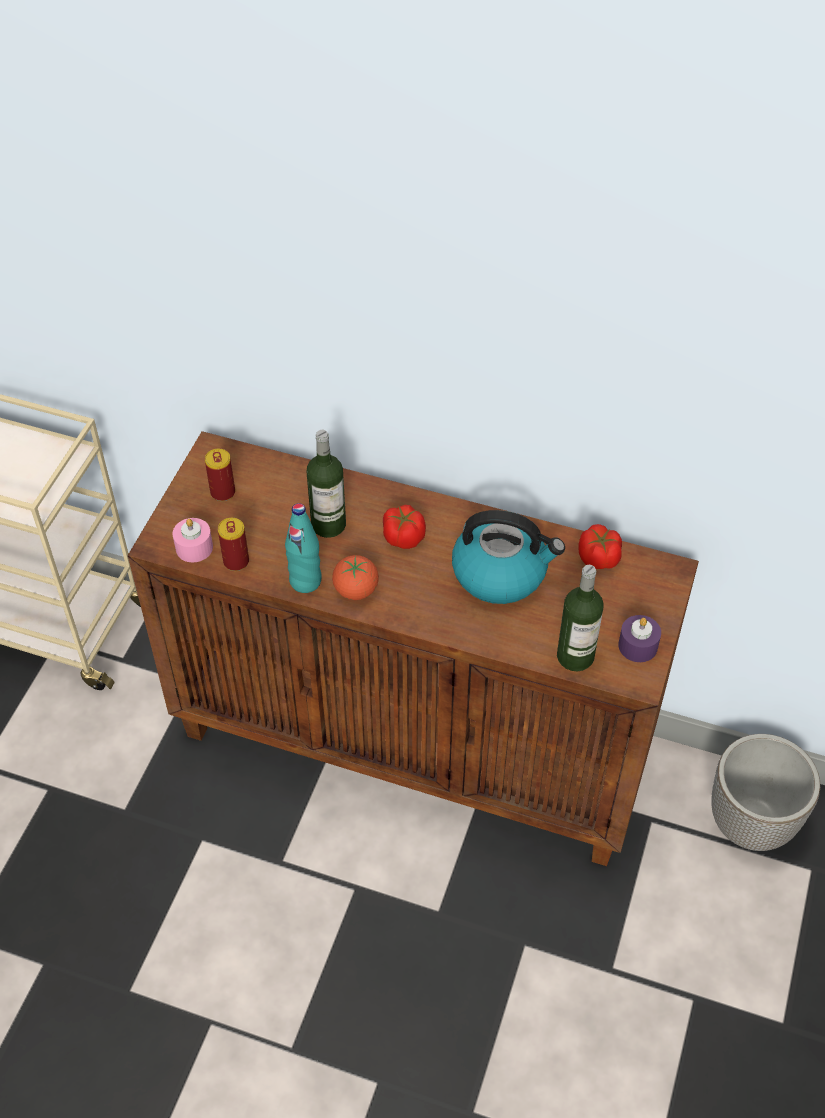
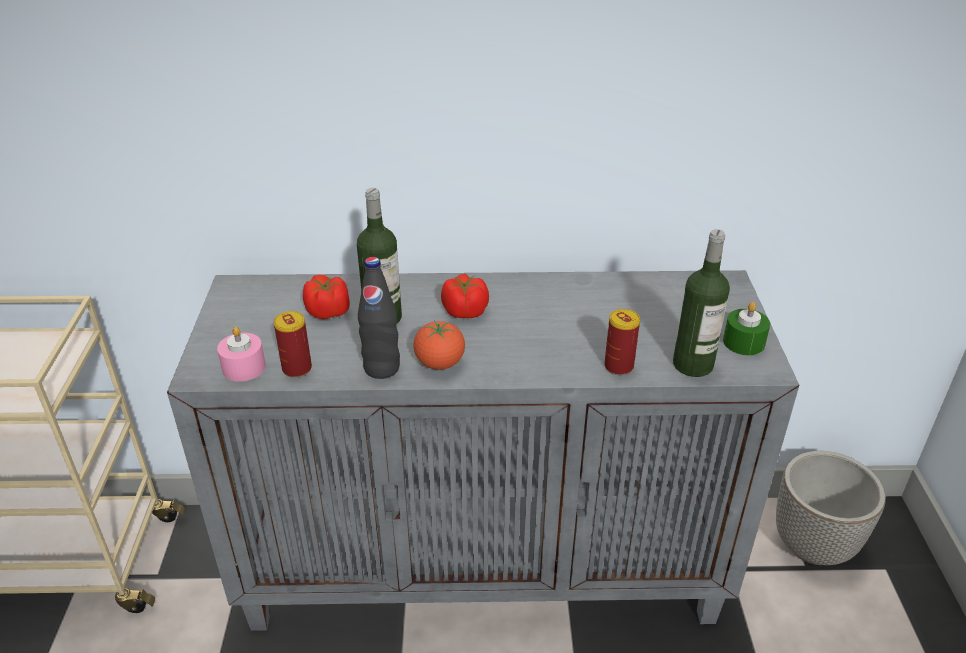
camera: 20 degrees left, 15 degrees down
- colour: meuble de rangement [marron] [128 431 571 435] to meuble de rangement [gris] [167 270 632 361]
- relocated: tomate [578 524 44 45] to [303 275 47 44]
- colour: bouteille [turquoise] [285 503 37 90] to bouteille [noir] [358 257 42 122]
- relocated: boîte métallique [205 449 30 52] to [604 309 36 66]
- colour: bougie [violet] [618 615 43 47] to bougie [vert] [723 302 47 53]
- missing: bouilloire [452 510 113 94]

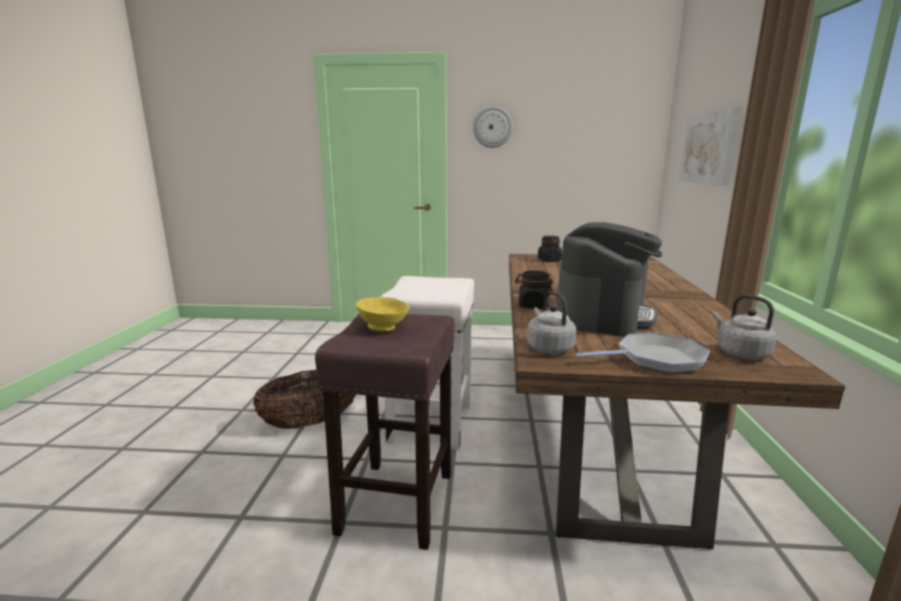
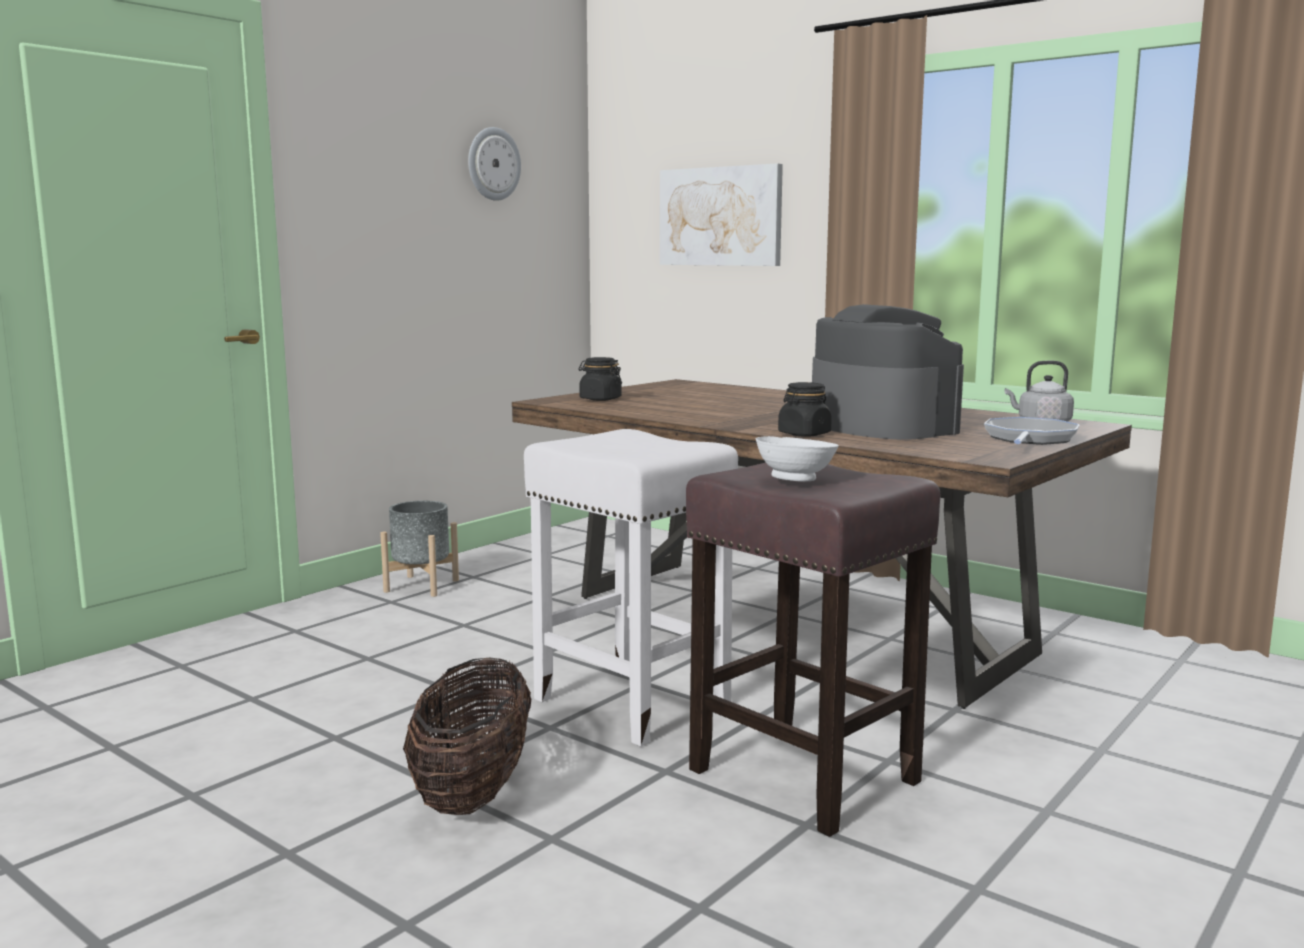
camera: 55 degrees left, 5 degrees down
- appeared: cache-pot [gris] [380 501 79 96]
- relocated: horloge murale [473 106 40 42] to [468 127 53 74]
- colour: bol [jaune] [356 297 53 35] to bol [blanc] [756 436 83 46]
- missing: bouilloire [gris] [527 291 49 63]

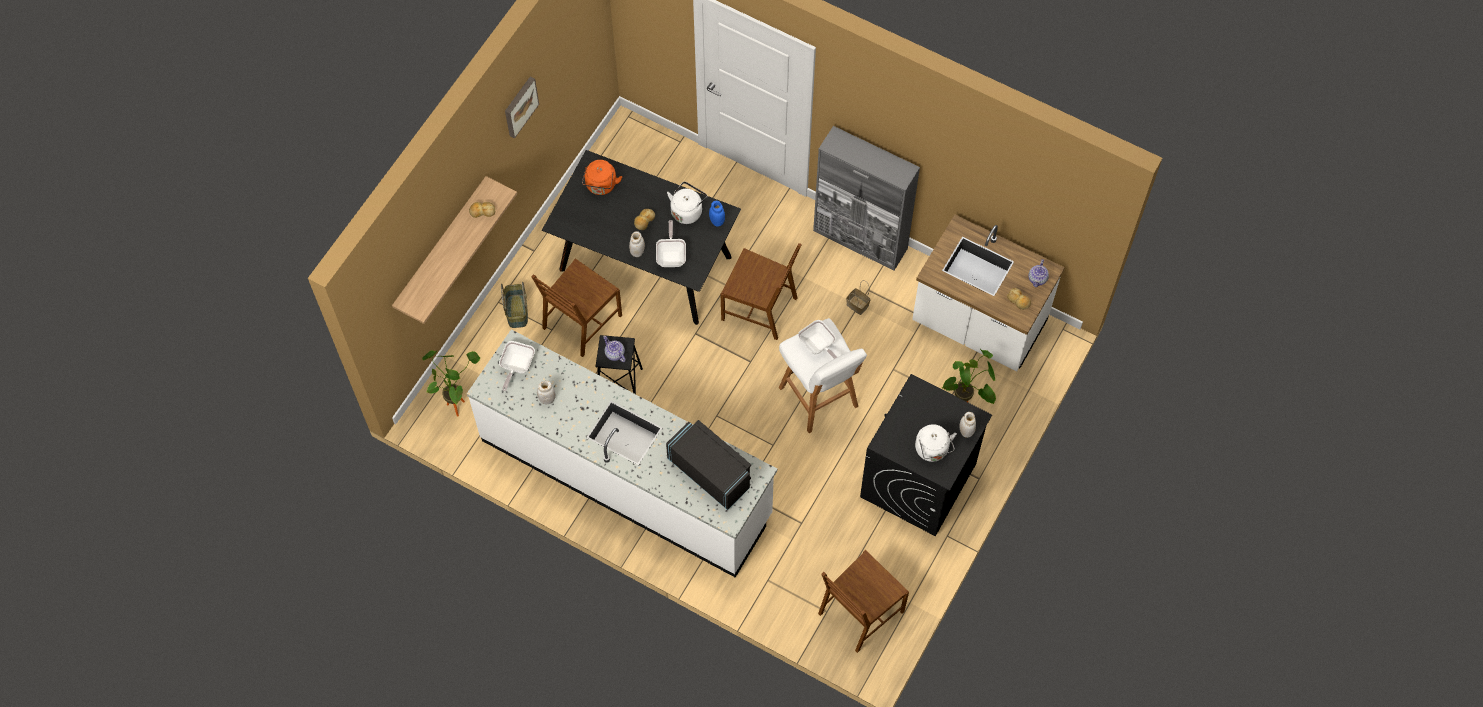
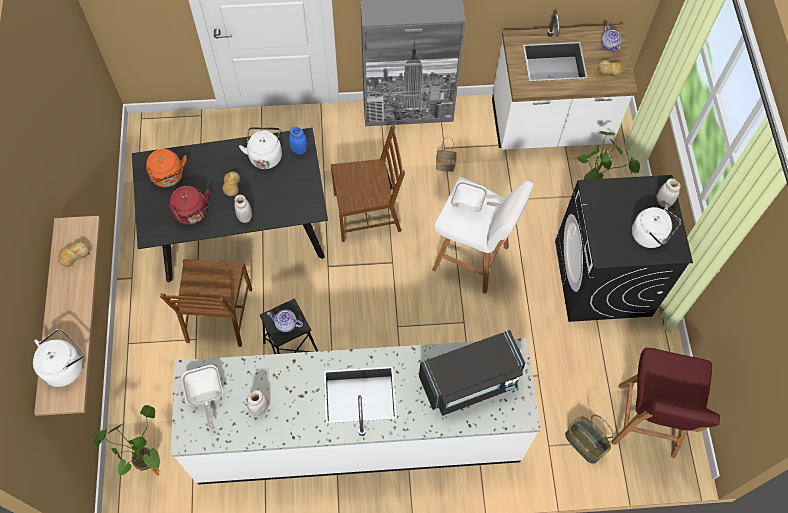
camera: 35 degrees left, 0 degrees up
- appeared: bouilloire [blanc] [33 329 51 58]
- appeared: bouilloire [rouge] [169 186 40 39]
- spun: micro-ondes [noir] [666 420 85 90] = [419 330 107 86] 150 degrees clockwise
- relocated: panier [501 282 27 46] to [565 415 49 49]
- exchanged: chaise [marron] [818 550 91 103] to tabouret [rouge] [611 348 109 110]
- missing: tableau [505 76 34 63]
- missing: poêle [656 220 30 47]

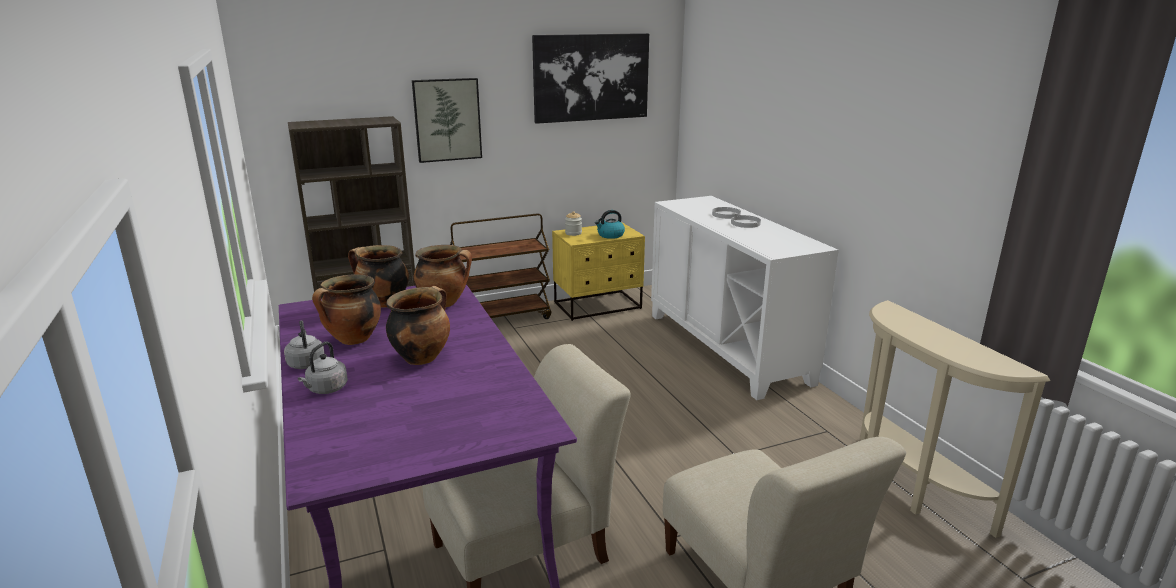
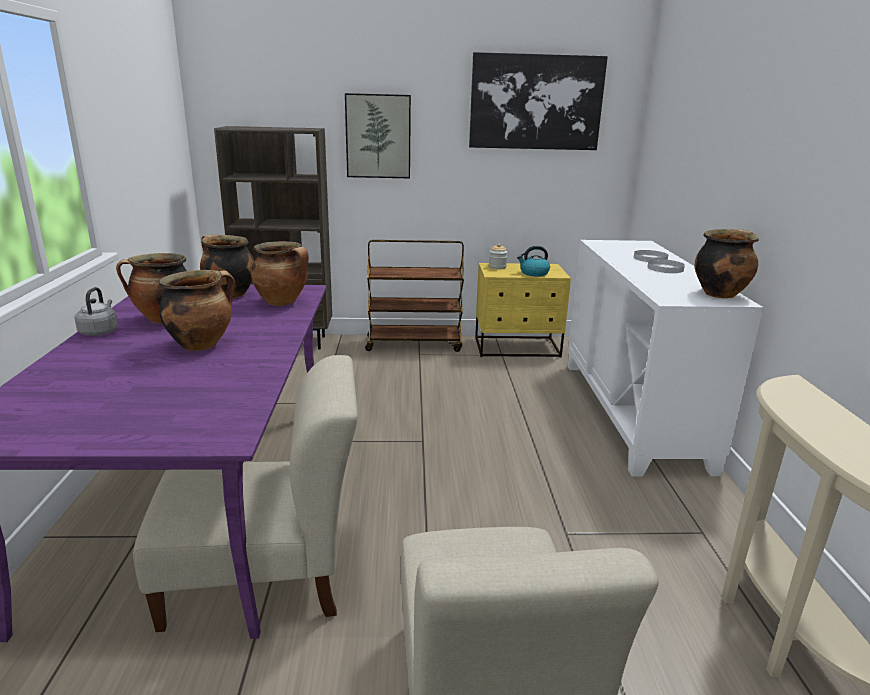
camera: 20 degrees right, 0 degrees up
- appeared: marmite [695 229 63 69]
- missing: bouilloire [gris] [298 342 50 52]

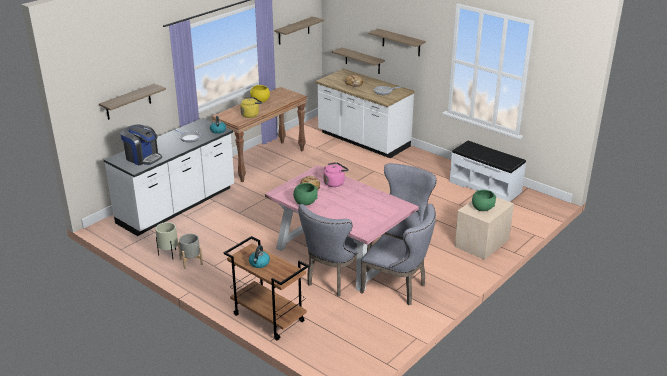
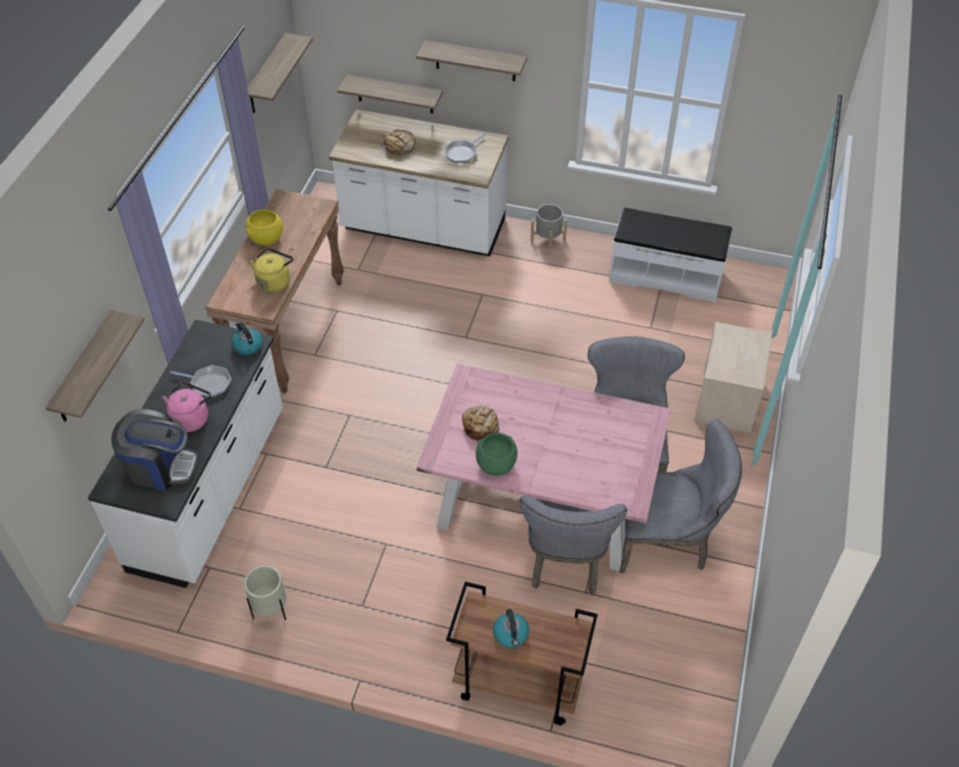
camera: 25 degrees left, 20 degrees up
- relocated: bouilloire [rose] [323 162 26 25] to [163 382 48 50]
- relocated: cache-pot [gris] [178 234 25 35] to [531 204 36 49]
- missing: bol [vert] [472 190 24 21]

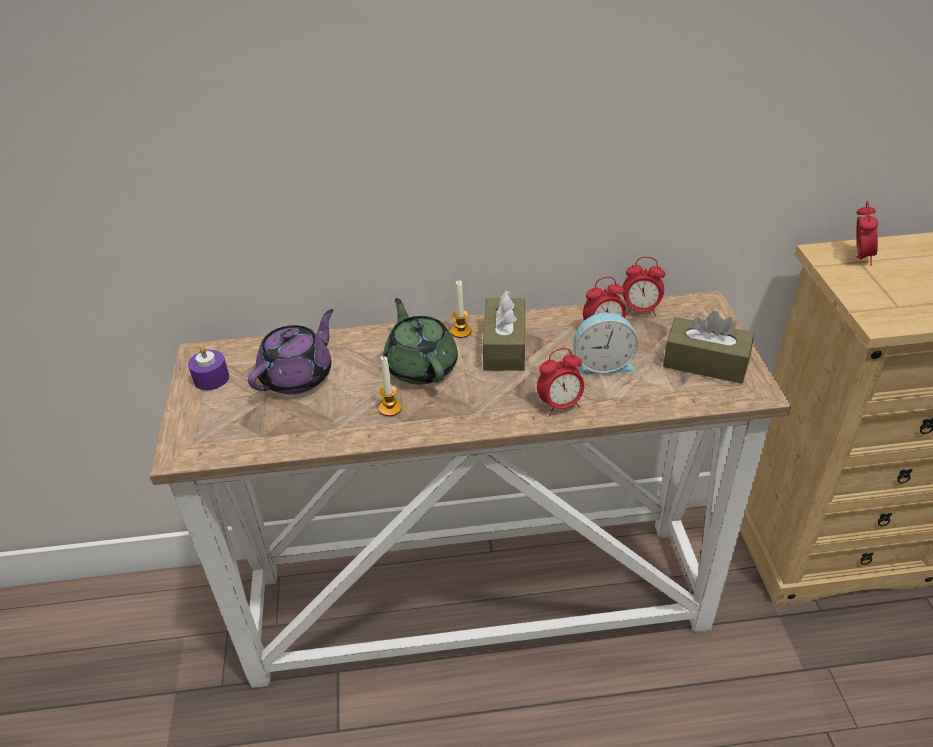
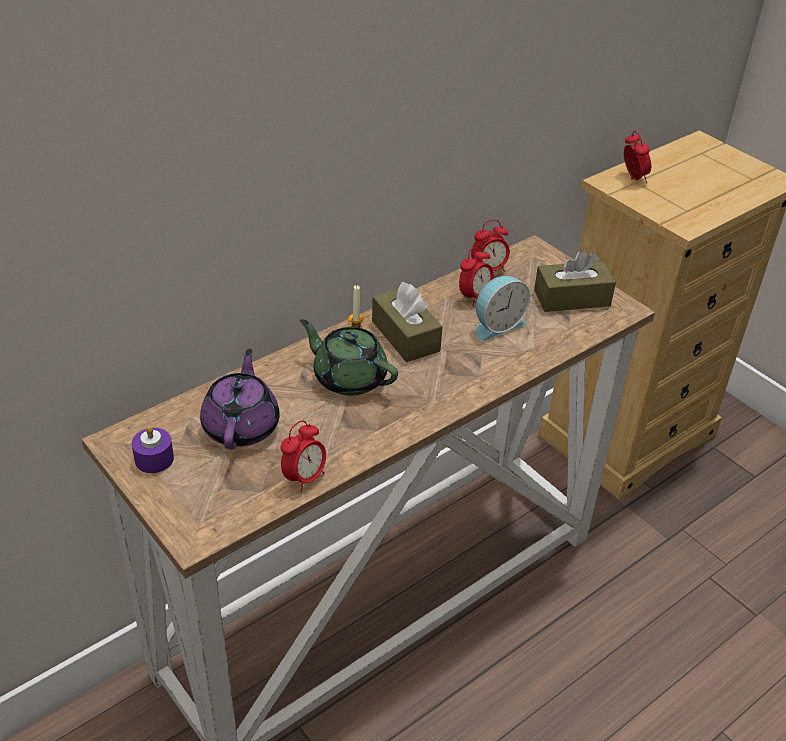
camera: 35 degrees left, 0 degrees up
- relocated: réveil [537 348 47 68] to [281 420 45 72]
- missing: bougie [379 356 23 60]

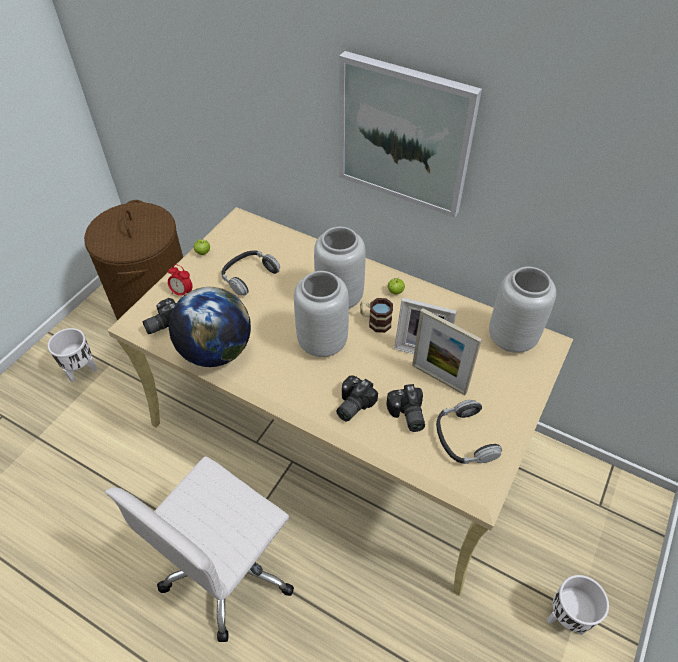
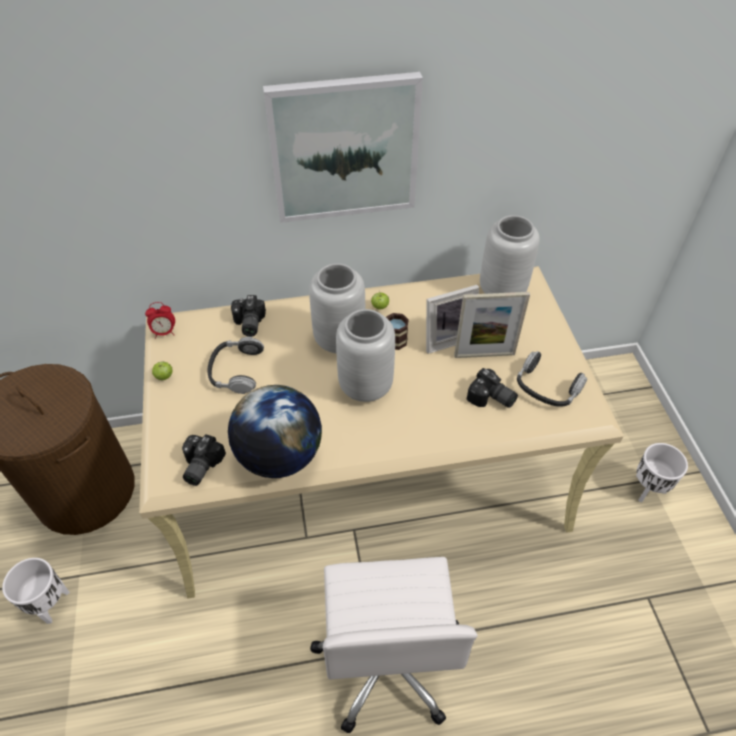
camera: 40 degrees left, 0 degrees up
- relocated: réveil [168 264 25 32] to [145 302 30 37]
- relocated: appareil photo [336 376 42 46] to [231 295 35 42]

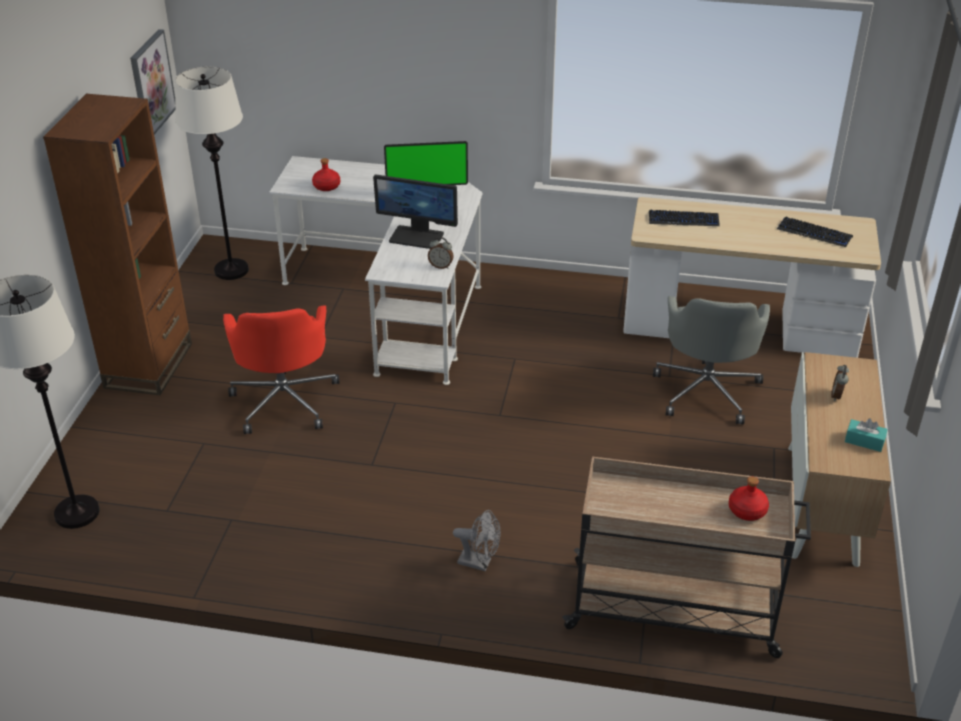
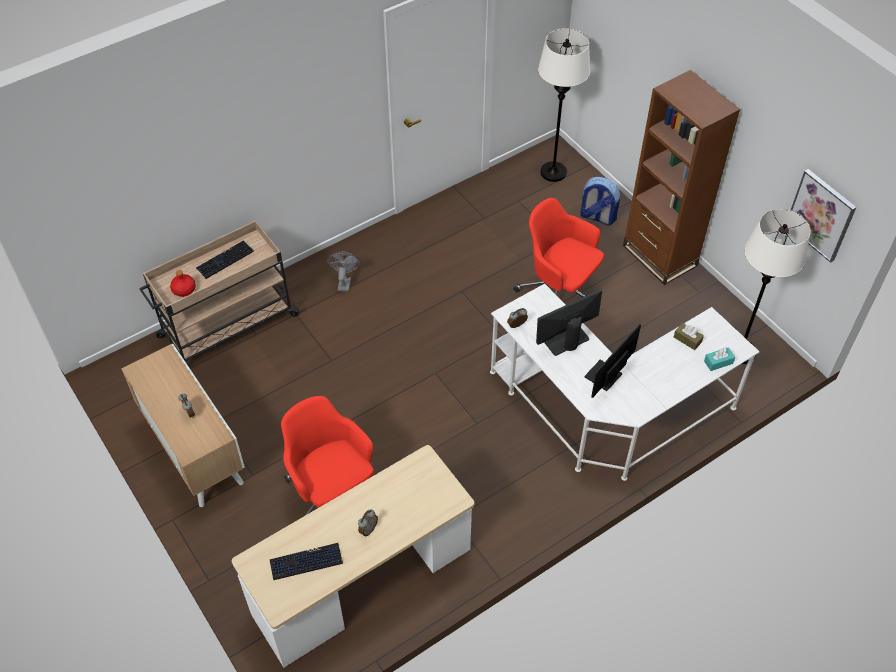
camera: 135 degrees right, 15 degrees up
- relocated: clavier [649 210 71 16] to [196 241 58 38]
- colour: chaise de bureau [gris] [653 296 117 129] to chaise de bureau [rouge] [281 396 95 119]
- spun: ventilateur [gris] [453 510 47 61] = [327 252 33 40] 120 degrees clockwise
- appeared: réveil [358 510 20 26]
- appeared: sac à dos [580 177 40 49]
- exchanged: bouteille [rouge] [312 158 28 33] to boîte à mouchoirs [marron] [674 323 30 27]
- relocated: boîte à mouchoirs [turquoise] [845 419 43 33] to [704 347 31 24]

